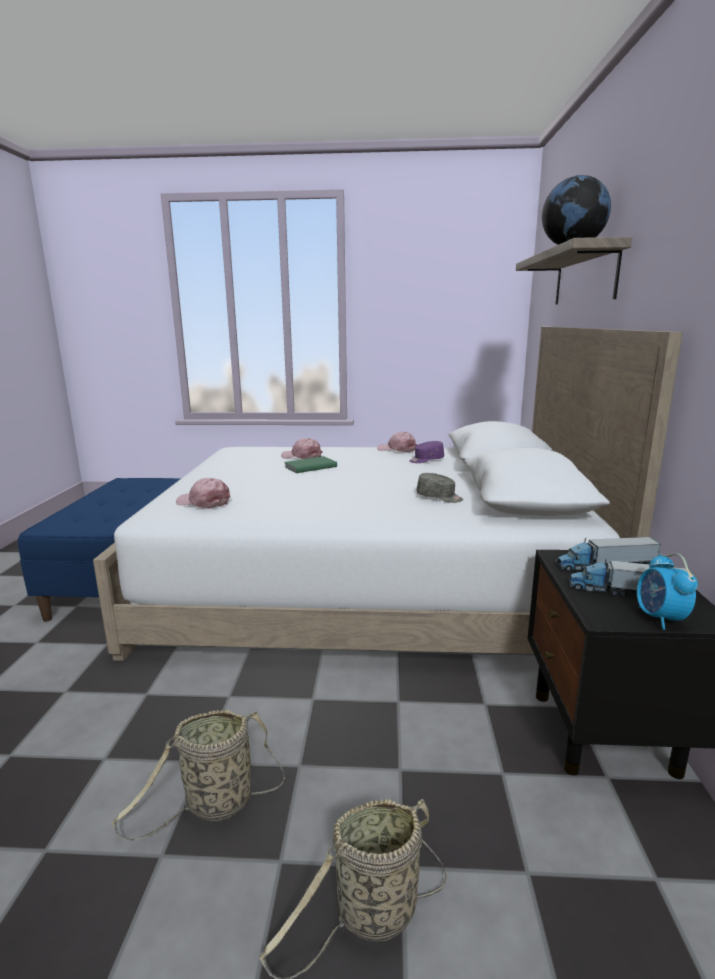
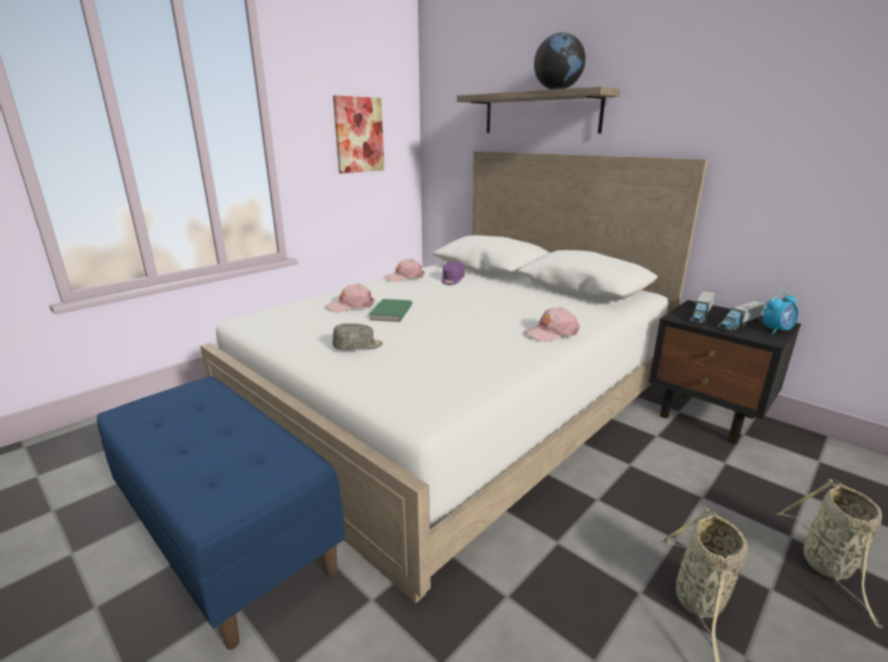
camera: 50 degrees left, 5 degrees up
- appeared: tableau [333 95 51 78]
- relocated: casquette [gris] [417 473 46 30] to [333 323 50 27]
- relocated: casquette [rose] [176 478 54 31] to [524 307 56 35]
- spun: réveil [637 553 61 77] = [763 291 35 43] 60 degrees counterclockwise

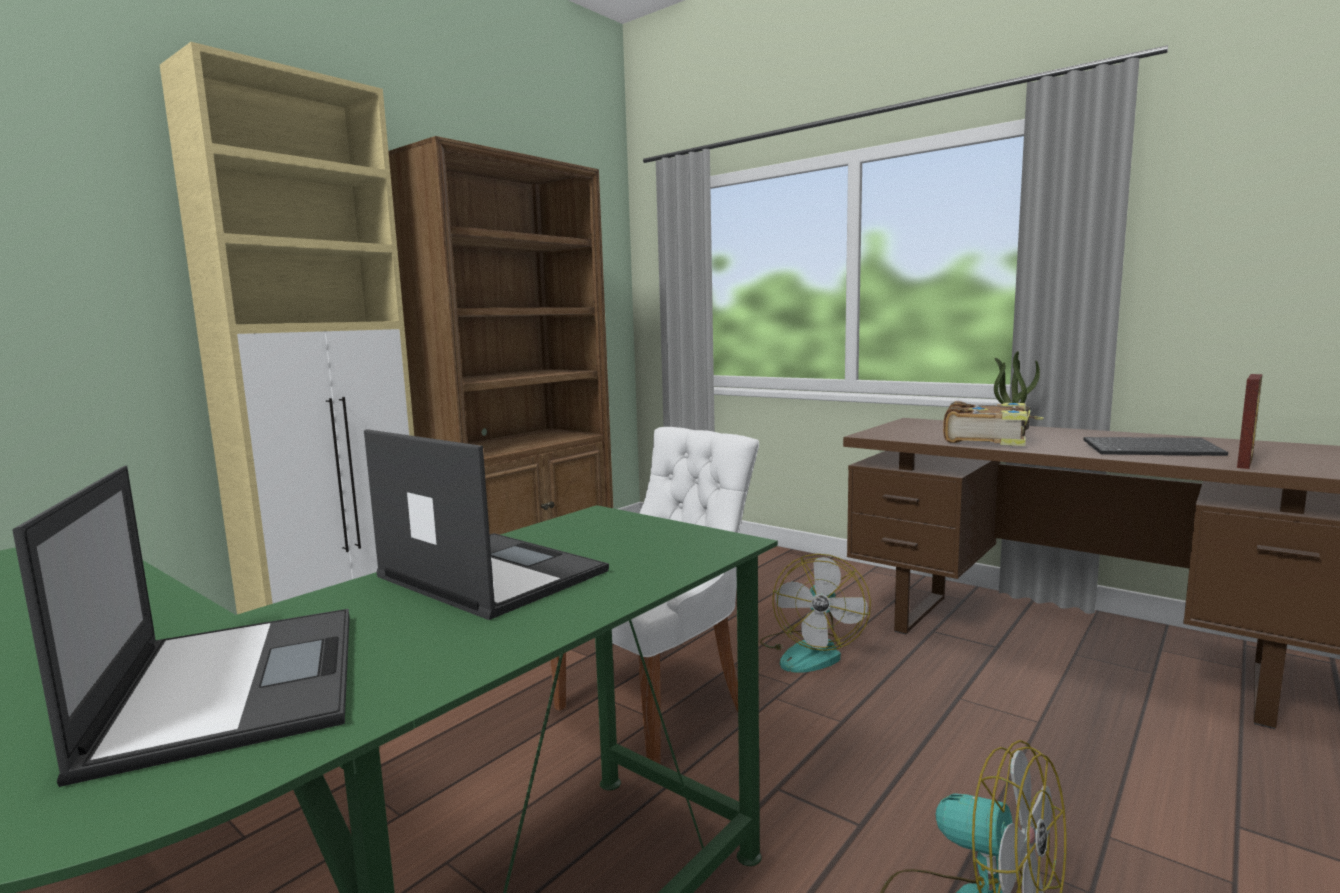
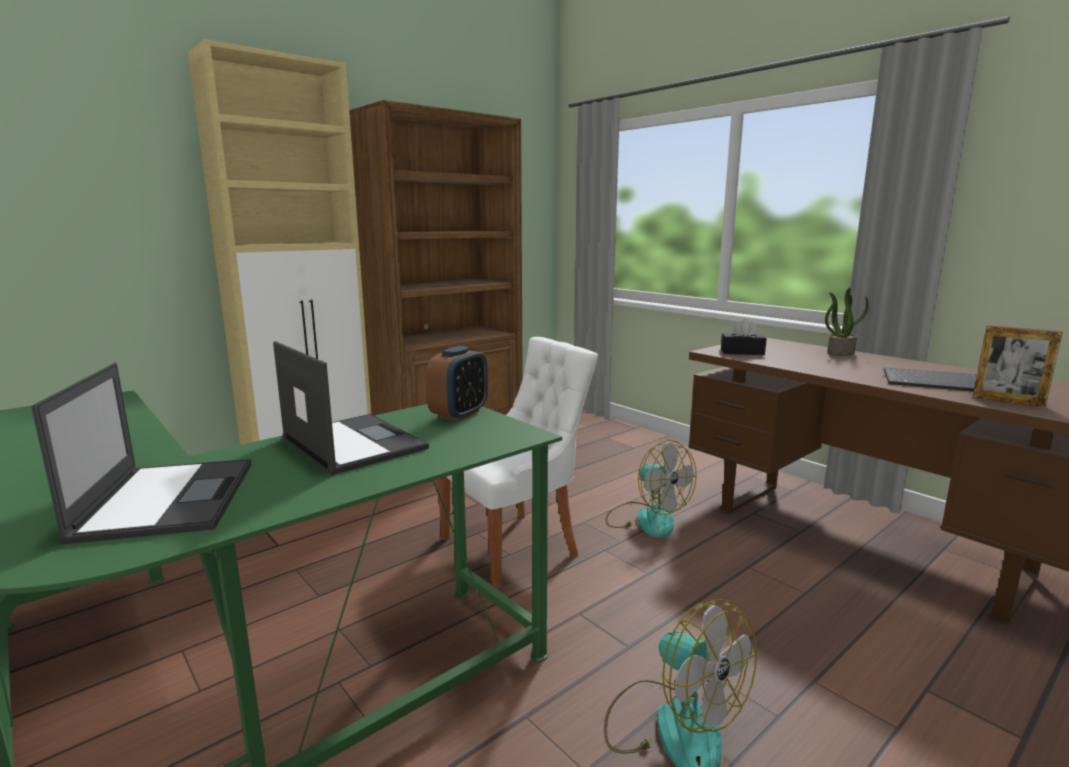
camera: 10 degrees right, 5 degrees up
- appeared: réveil [426 346 62 75]
- spun: ventilateur [760 554 111 119] = [605 440 92 98] 60 degrees counterclockwise
- appeared: boîte à mouchoirs [noir] [721 319 46 36]
- spun: cadre photo [1237 374 26 95] = [973 325 90 83] 75 degrees clockwise
- missing: livre [943 401 101 45]

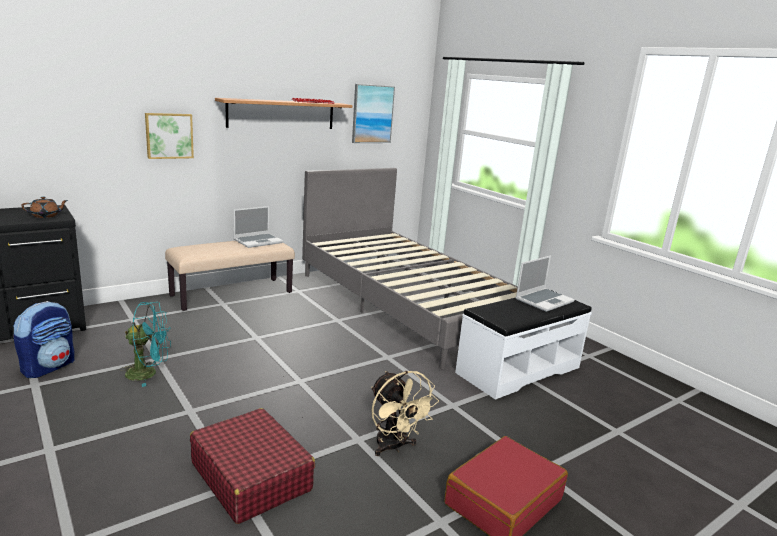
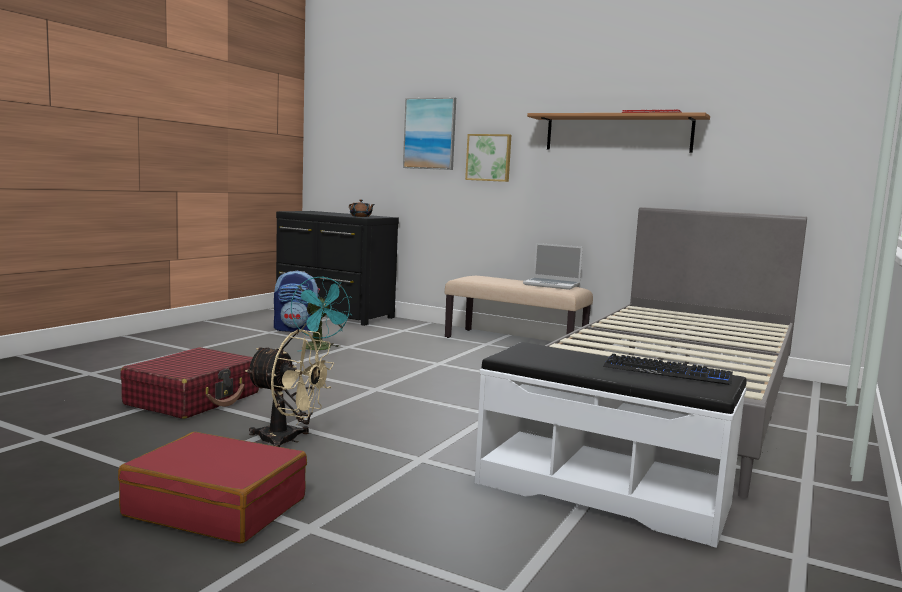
camera: 65 degrees right, 10 degrees down
- spun: ventilateur [beige] [371 371 68 85] = [245 329 90 118] 105 degrees counterclockwise
- relocated: tableau [352 84 43 59] to [403 97 53 73]
- exchanged: ordinateur portable [516 256 59 56] to clavier [603 354 130 31]

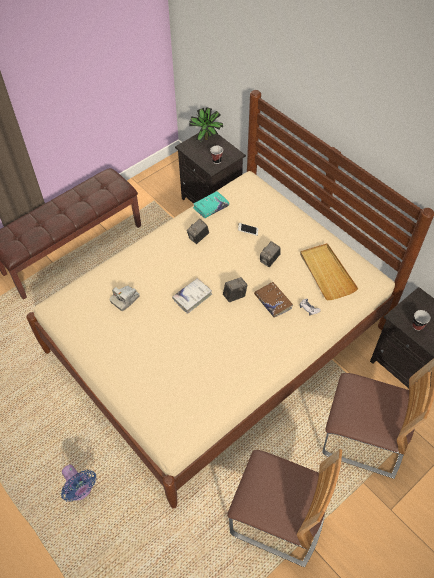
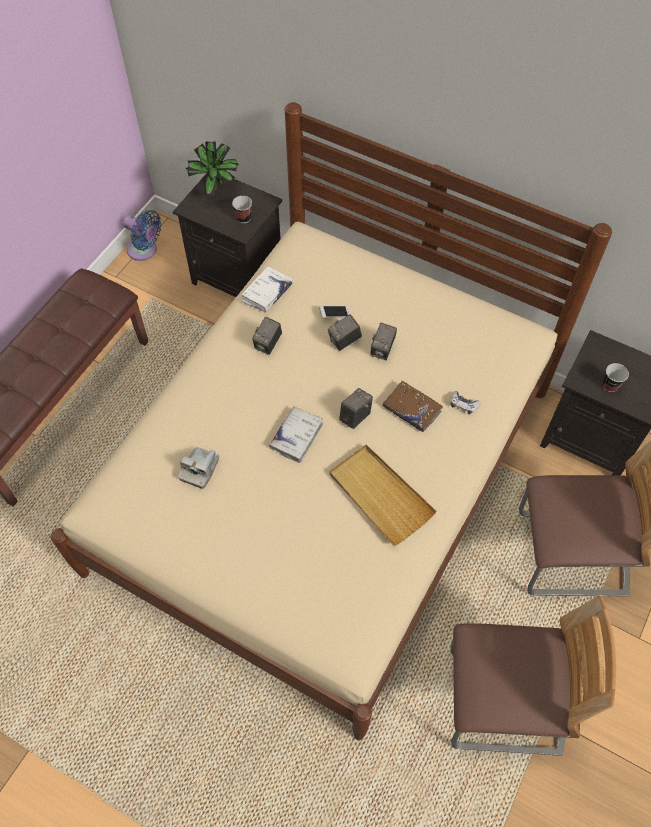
camera: 20 degrees left, 5 degrees up
- relocated: ventilateur [bleu] [61 464 35 38] to [123 210 39 51]
- colour: livre [turquoise] [193 191 36 27] to livre [blanc] [241 266 52 46]
- appeared: appareil photo [328 314 34 37]
- relocated: plateau [beige] [300 243 58 57] to [329 445 108 101]

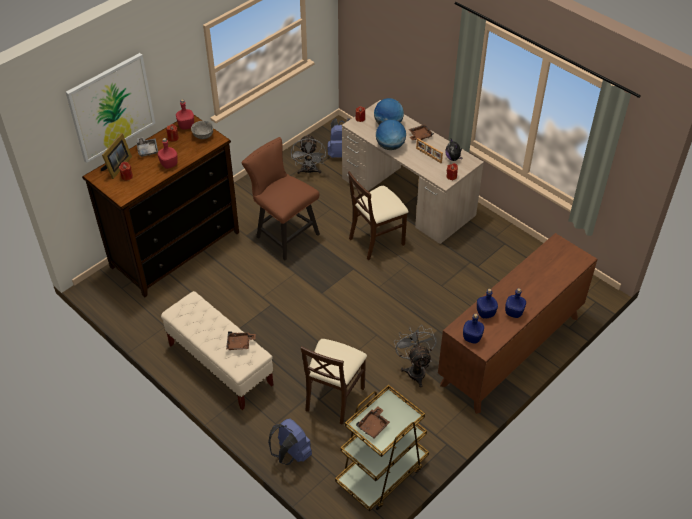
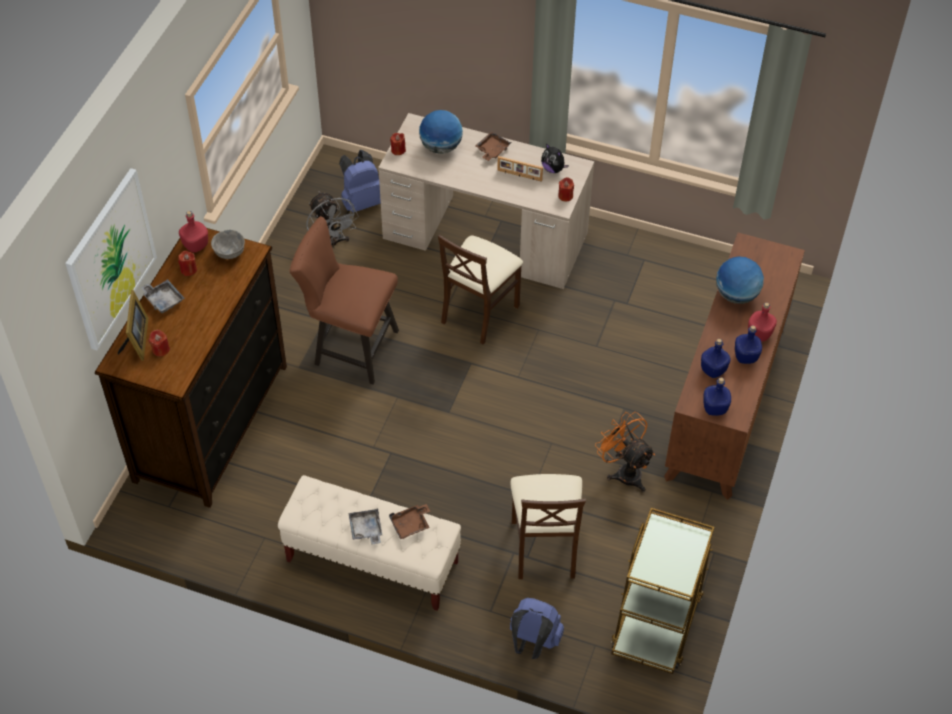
camera: 25 degrees left, 5 degrees up
- appeared: plateau [gris] [348 508 34 37]
- colour: ventilateur [gris] [394 325 43 63] to ventilateur [orange] [595 412 60 80]
- relocated: globe [376 120 30 30] to [716 256 48 48]
- relocated: bouteille [rouge] [157 138 21 31] to [748 302 29 40]
- missing: plateau [marron] [356 407 34 31]

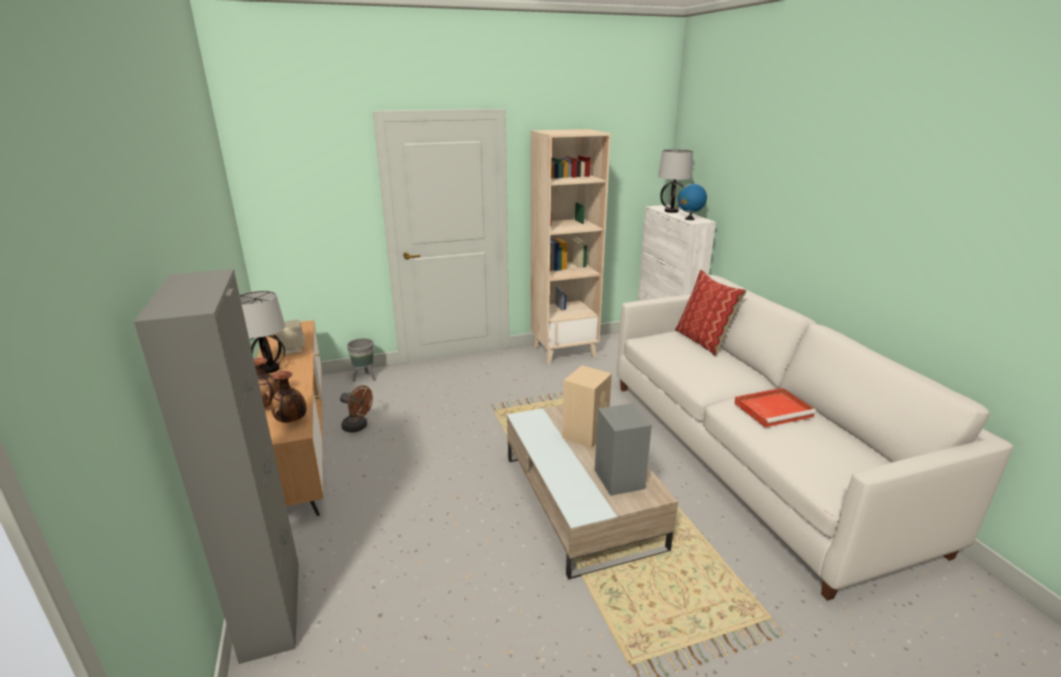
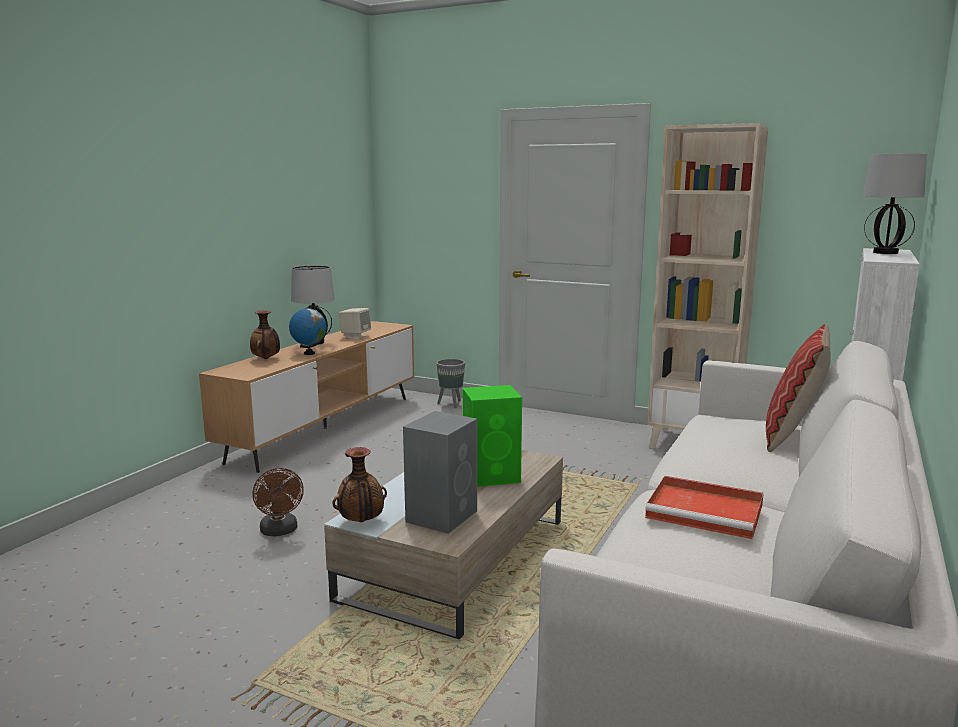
camera: 45 degrees right, 10 degrees down
- relocated: ventilateur [marron] [340 385 33 48] to [252 468 52 68]
- relocated: globe [678 181 29 39] to [289 307 39 48]
- relocated: vase [271 371 36 52] to [332 447 55 75]
- colour: enceinte [beige] [562 365 50 83] to enceinte [vert] [462 385 60 102]
- missing: meuble de rangement [gris] [134 269 165 395]

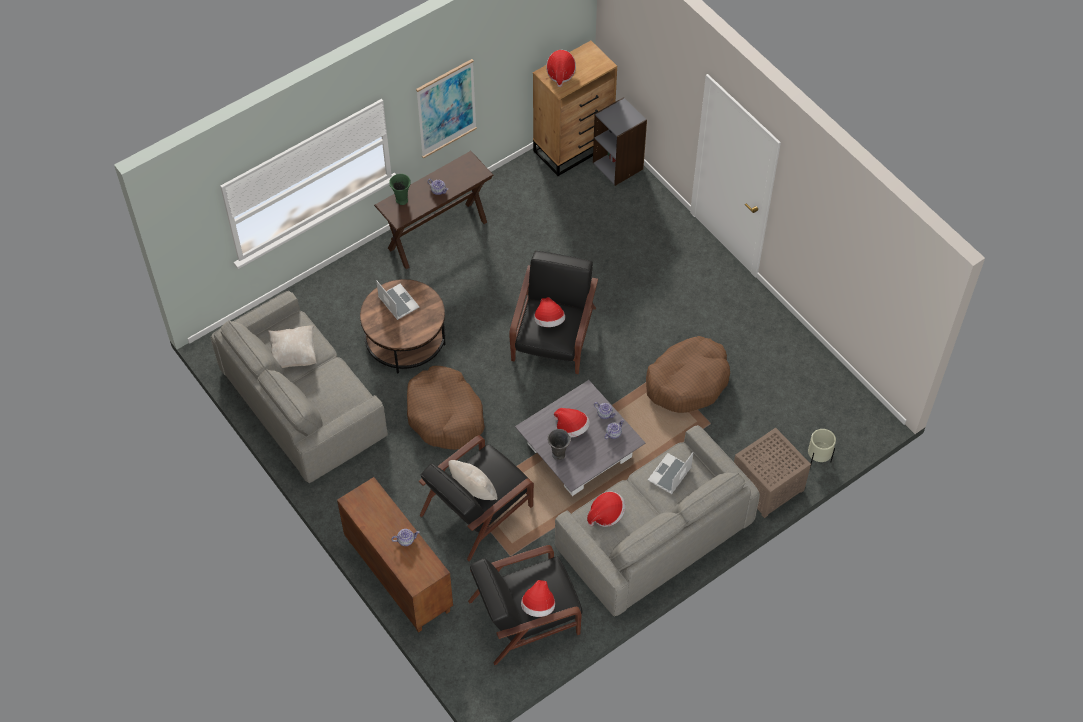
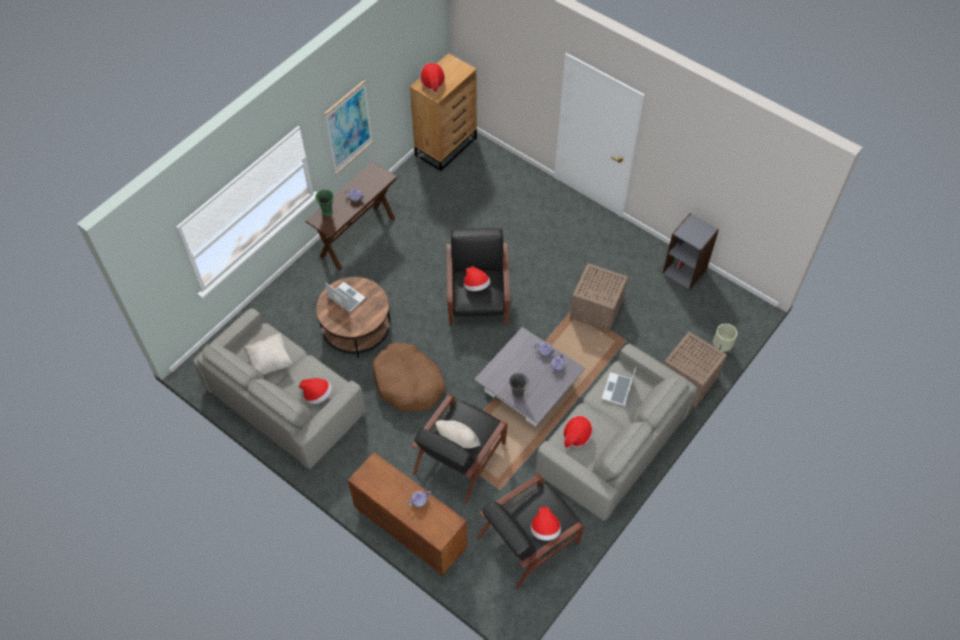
camera: 15 degrees left, 0 degrees up
- relocated: chapeau [554 408 36 29] to [299 378 33 26]
- exchanged: panier pour chien [marron] [646 336 84 77] to table d'appoint [marron] [570 263 58 69]
- relocated: bibliothèque [gris] [593 97 54 89] to [662 213 57 77]

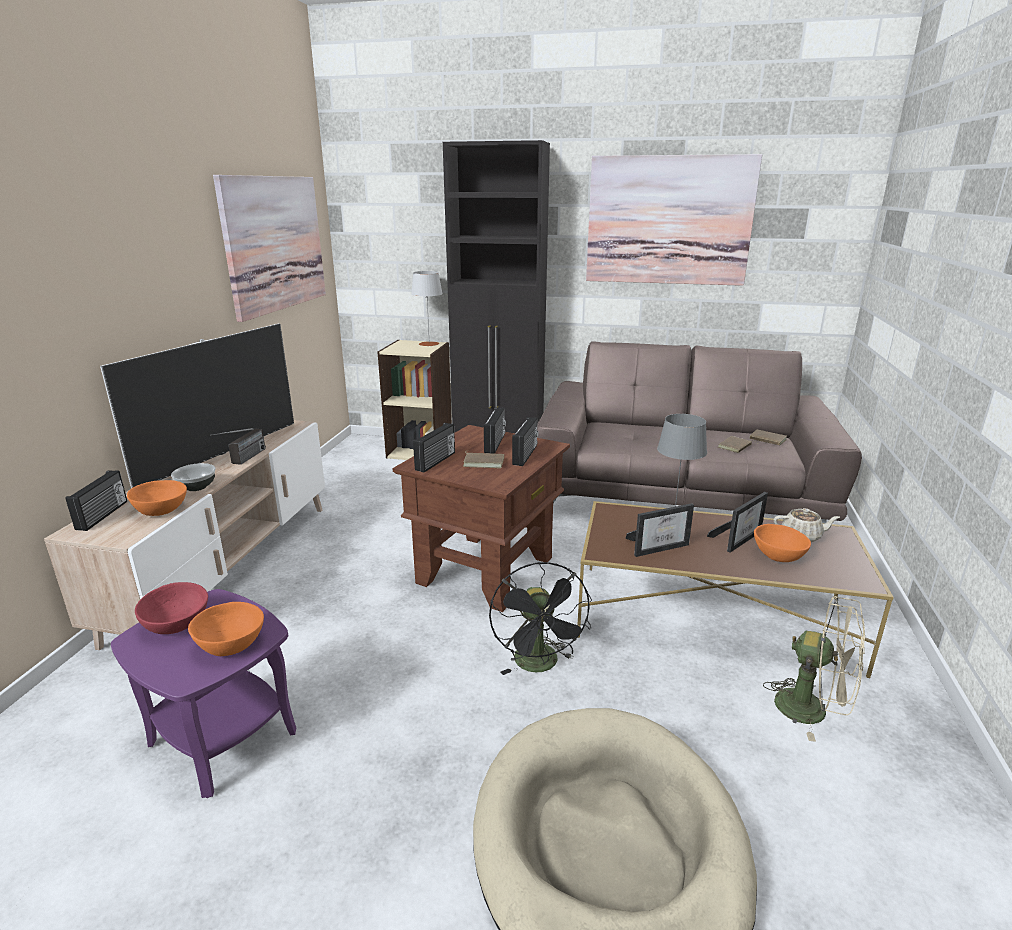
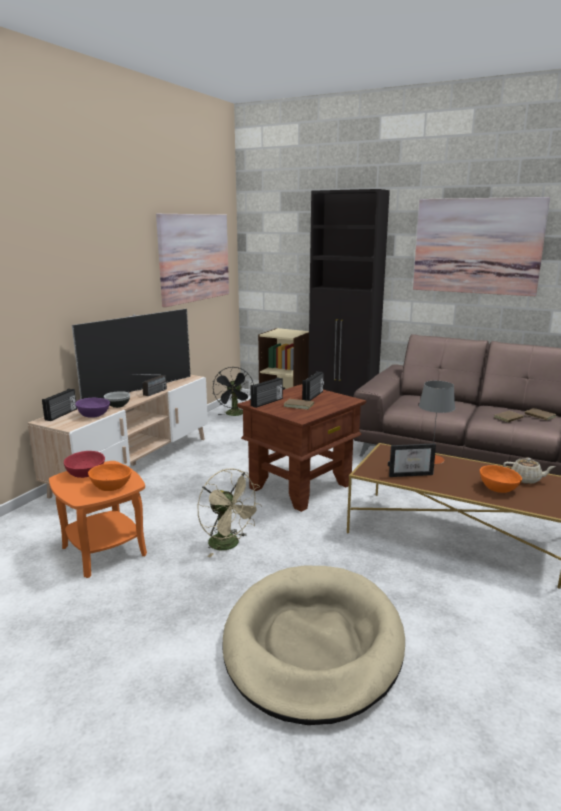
camera: 15 degrees right, 5 degrees down
- colour: table d'appoint [violet] [111 589 185 209] to table d'appoint [orange] [49 461 98 117]
- colour: bol [orange] [127 480 60 36] to bol [violet] [75 398 35 20]
- relocated: ventilateur [beige] [763 596 102 146] to [198 468 64 89]
- relocated: ventilateur [noir] [489 562 103 113] to [213 367 41 49]
- missing: lampe de table [gris] [411 271 32 75]
- missing: radio [512 417 27 49]
- missing: cadre photo [707 492 61 61]

